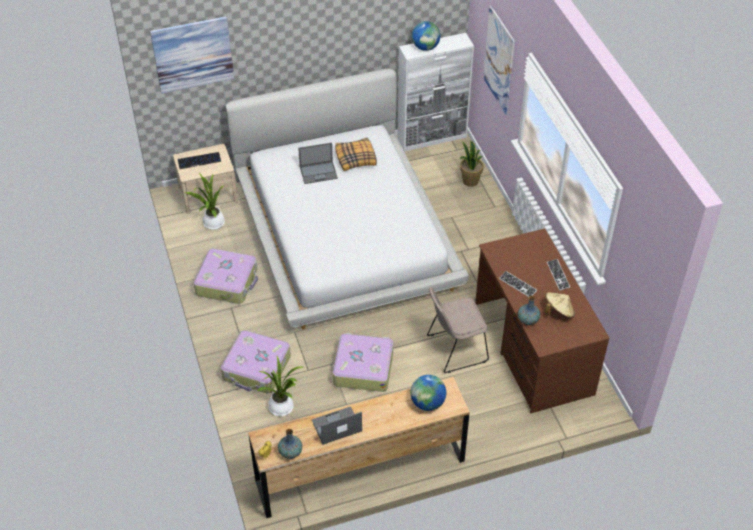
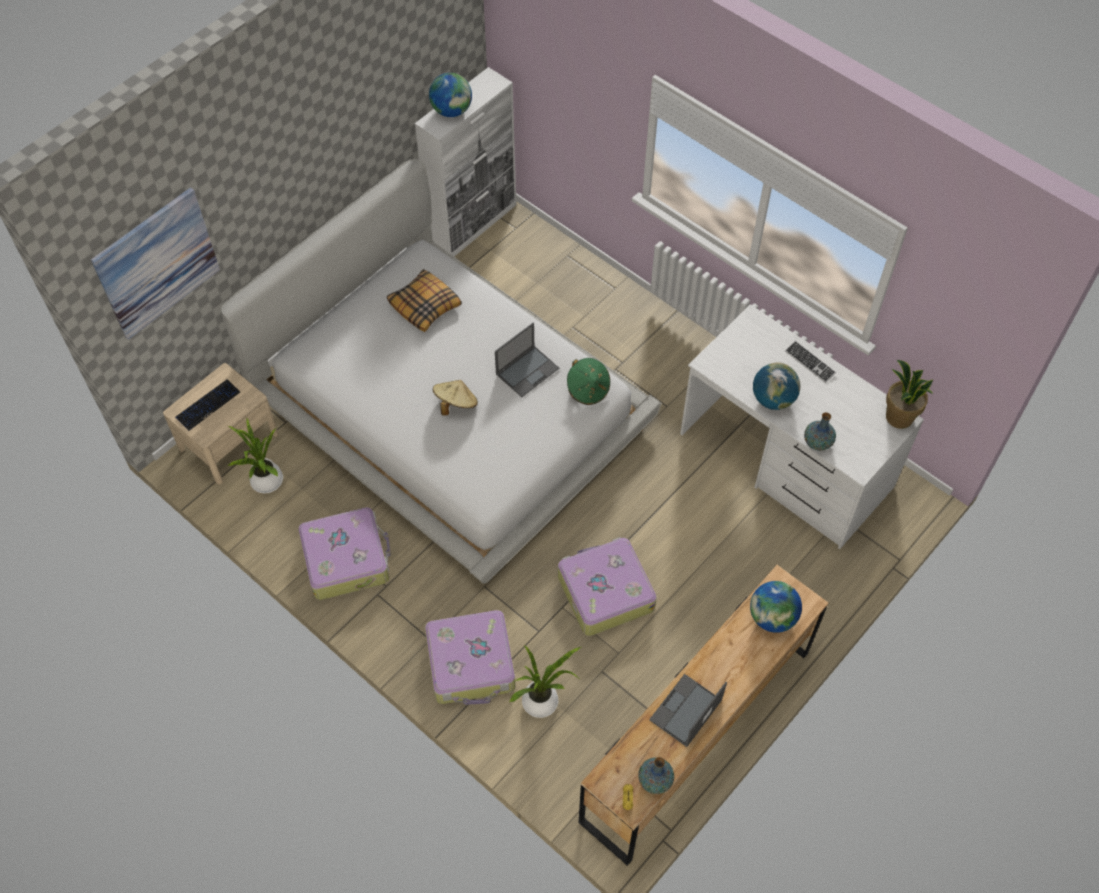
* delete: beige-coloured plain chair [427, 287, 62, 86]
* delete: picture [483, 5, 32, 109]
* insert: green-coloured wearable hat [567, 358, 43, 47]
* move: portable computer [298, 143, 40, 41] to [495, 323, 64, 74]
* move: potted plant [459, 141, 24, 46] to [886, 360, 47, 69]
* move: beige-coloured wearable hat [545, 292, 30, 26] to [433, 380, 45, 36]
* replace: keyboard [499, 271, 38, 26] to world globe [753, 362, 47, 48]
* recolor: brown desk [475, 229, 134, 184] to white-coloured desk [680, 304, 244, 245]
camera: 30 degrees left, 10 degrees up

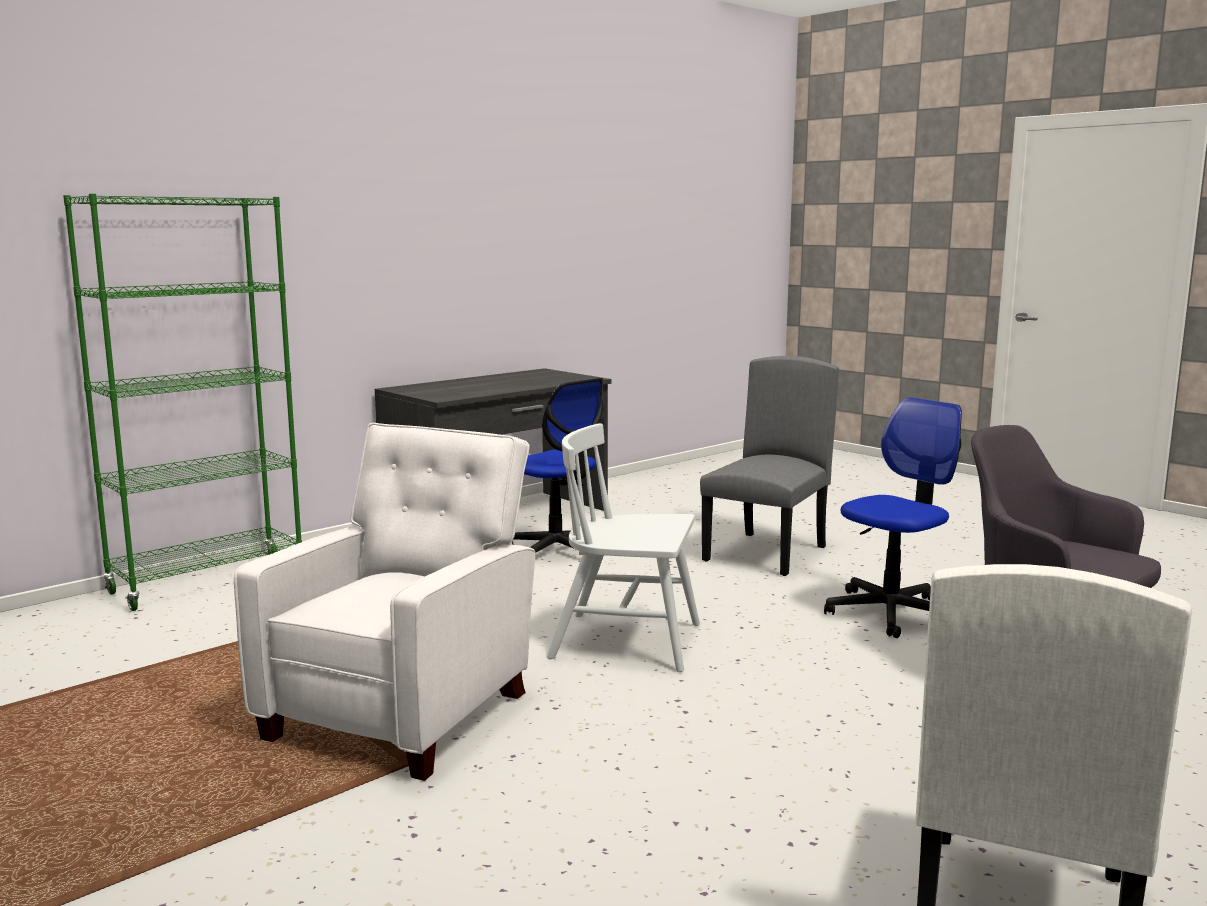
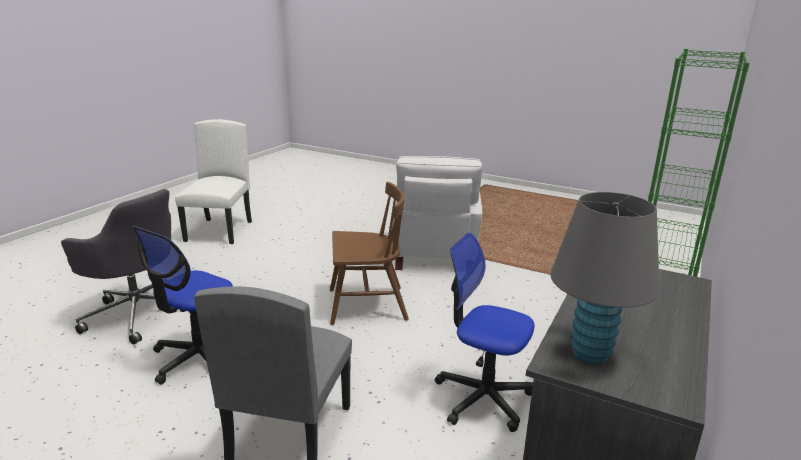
* insert: grey tabletop lamp [550, 192, 110, 173]
* recolor: white-coloured plain chair [547, 423, 153, 249] to brown plain chair [330, 182, 79, 143]
camera: 160 degrees right, 10 degrees up

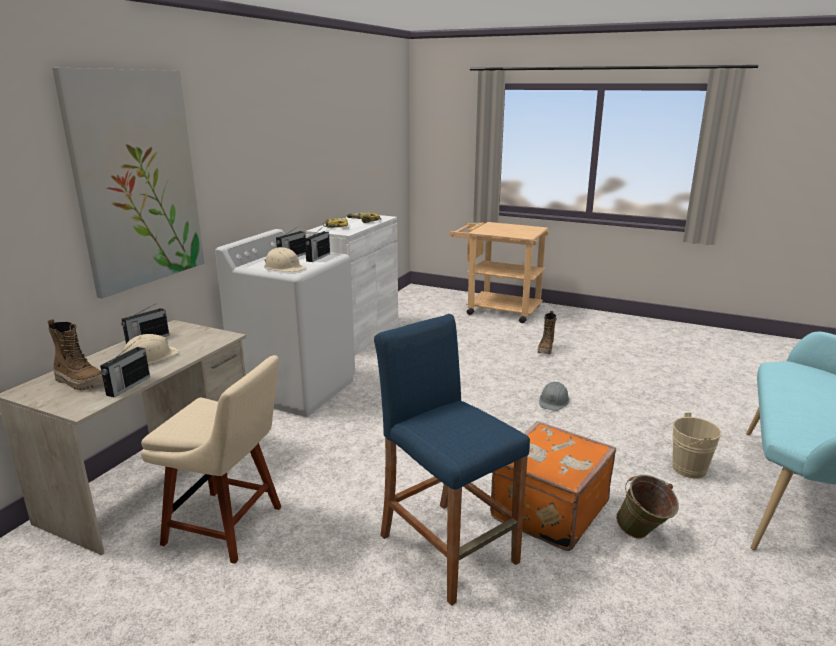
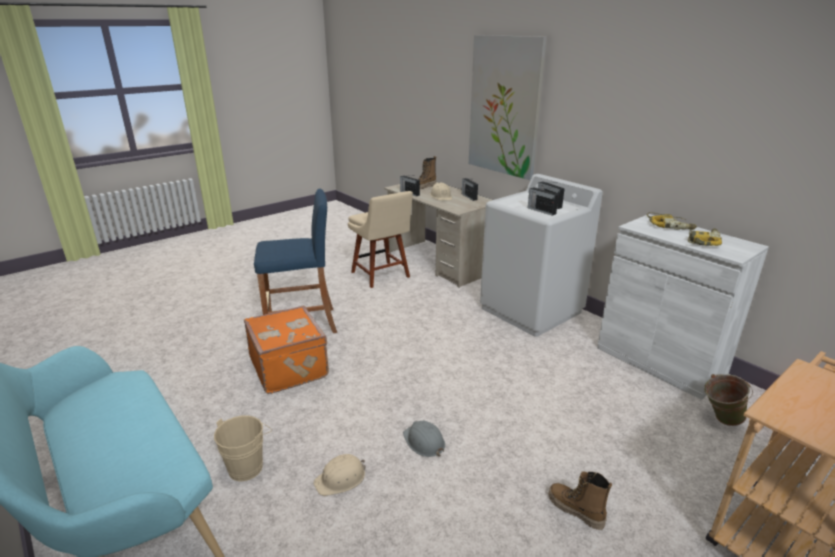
* move: beige-coloured work helmet [264, 247, 42, 25] to [313, 454, 53, 42]
* move: green-coloured water bucket [616, 475, 63, 64] to [704, 374, 49, 52]
* rotate: beige-coloured plain chair [141, 355, 140, 209] = [348, 191, 65, 97] 75 degrees counterclockwise
camera: 115 degrees right, 5 degrees up

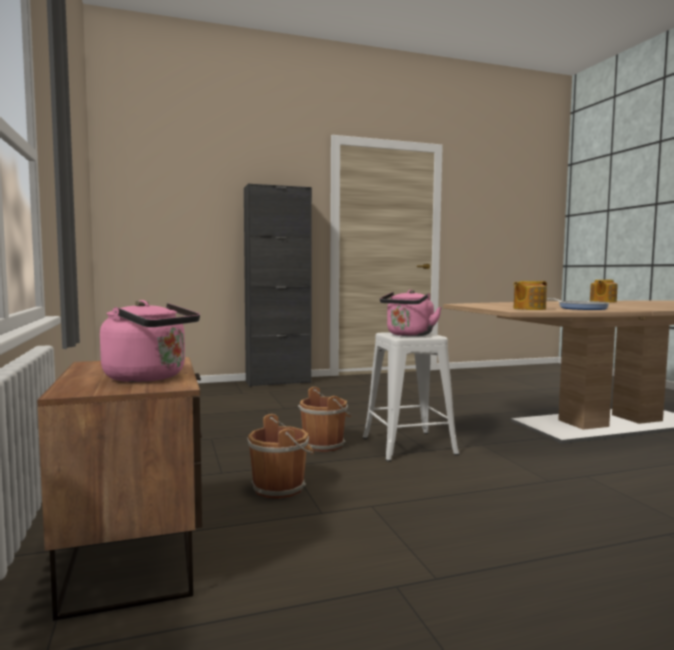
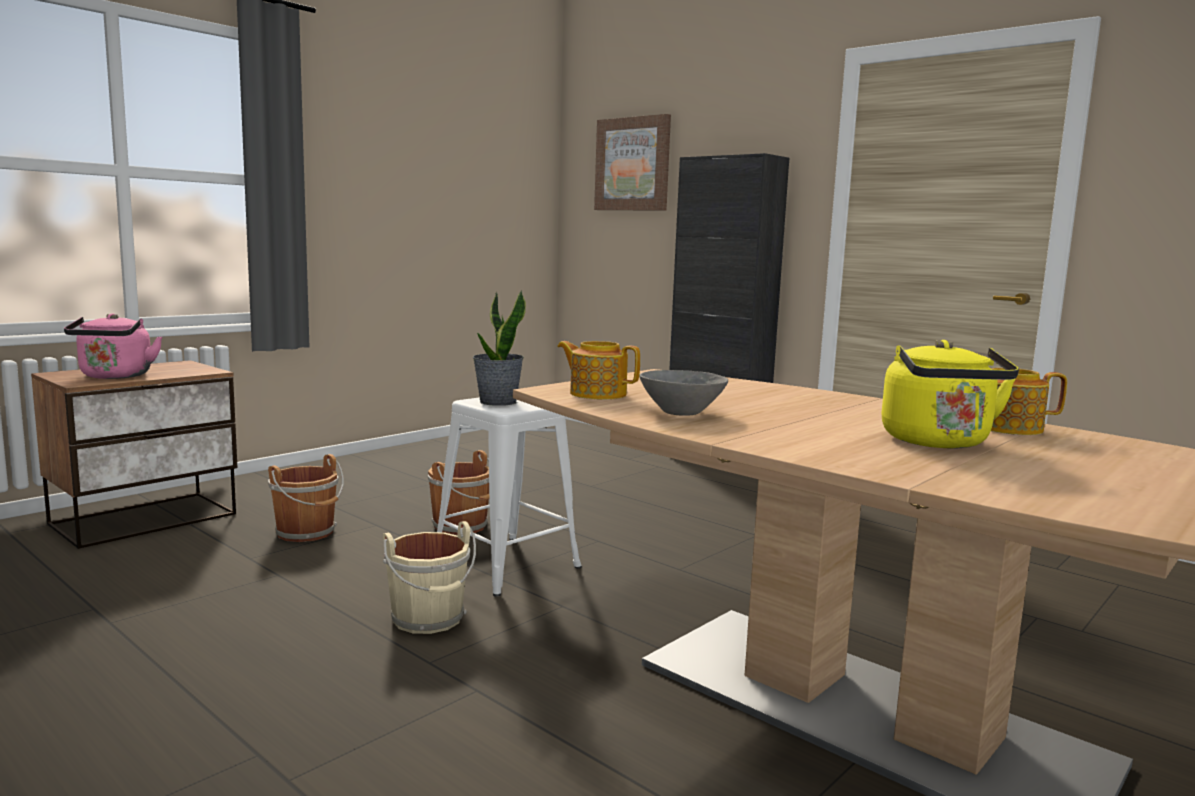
* insert: beige-coloured water bucket [383, 521, 93, 113]
* insert: picture [594, 114, 77, 97]
* insert: yellow-coloured tea kettle [881, 340, 138, 108]
* replace: pinkish tea kettle [380, 290, 62, 46] to potted plant [473, 290, 53, 116]
* replace: skillet [546, 298, 63, 12] to grey serving bowl [639, 370, 89, 46]
camera: 60 degrees right, 5 degrees up

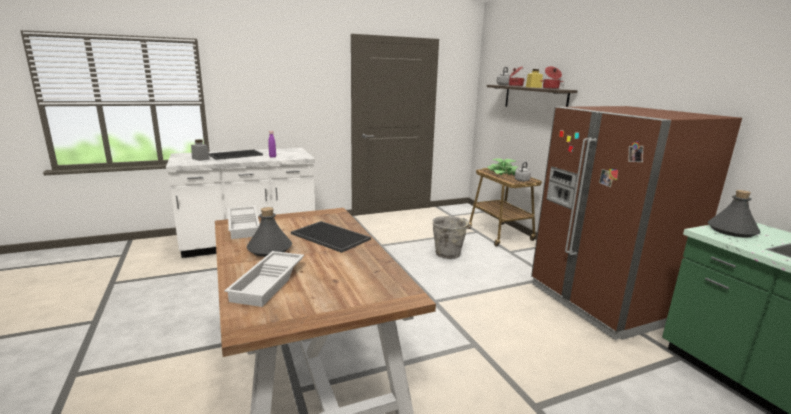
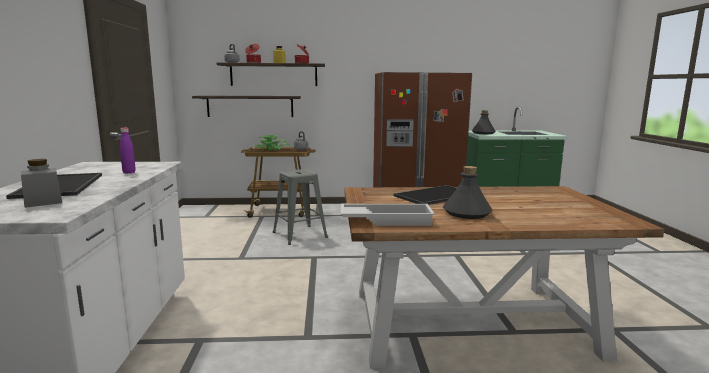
* delete: white-coloured tray [224, 251, 80, 56]
* insert: bracket shelf [192, 95, 109, 22]
* replace: grey water bucket [432, 216, 40, 43] to grey sitting stool [272, 169, 56, 76]
camera: 70 degrees left, 5 degrees down

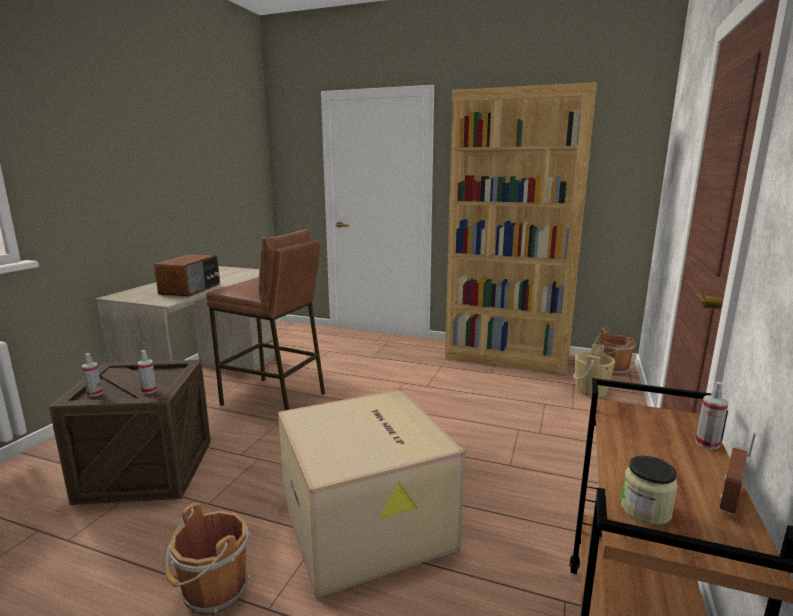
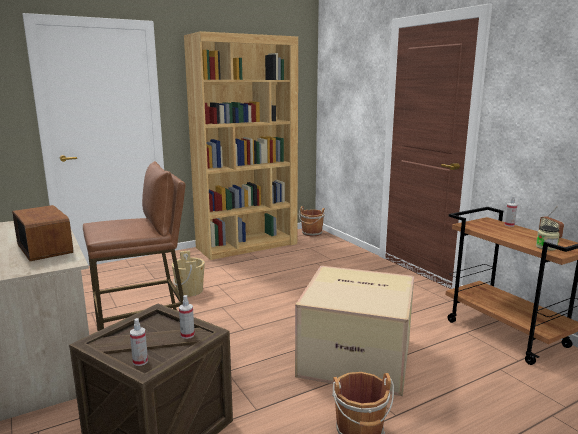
* move: beige-coloured water bucket [573, 344, 42, 53] to [172, 251, 33, 46]
camera: 50 degrees left, 0 degrees up

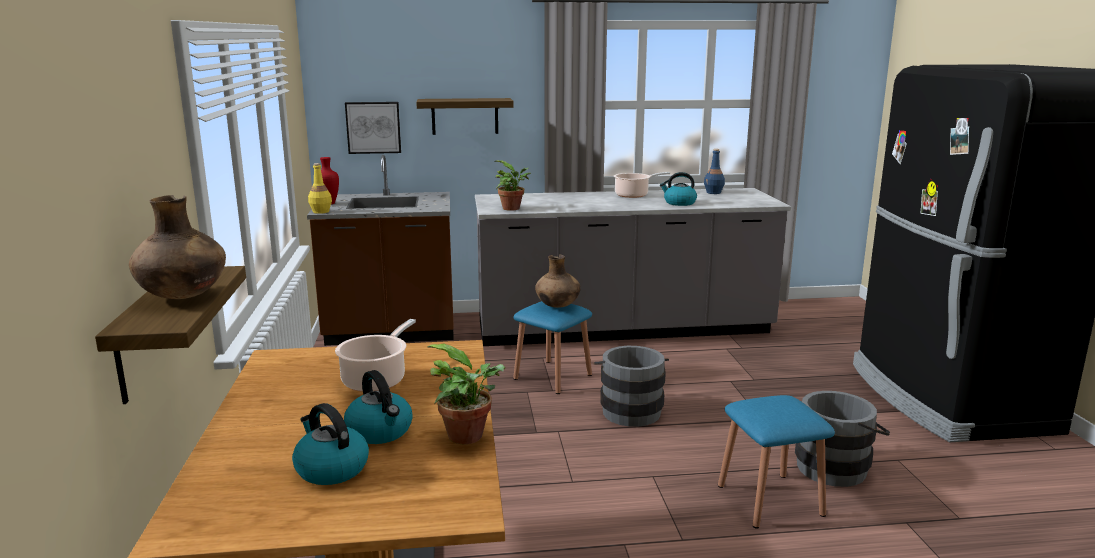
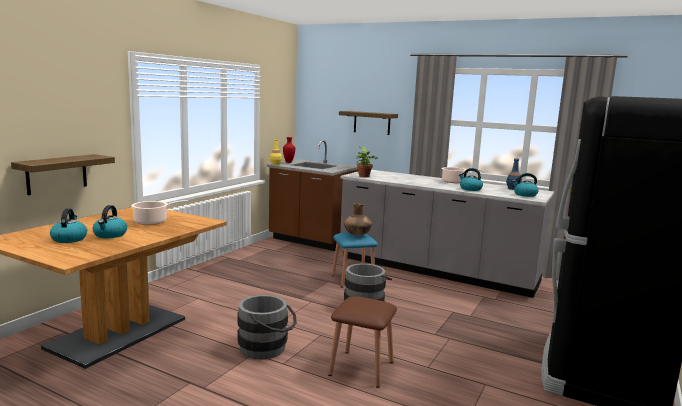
* delete: brown vase [129, 195, 97, 104]
* delete: picture [345, 102, 56, 52]
* delete: potted plant [428, 343, 77, 101]
* insert: tea kettle [512, 173, 27, 24]
* move: grey water bucket [795, 391, 95, 96] to [237, 295, 60, 65]
* recolor: blue sitting stool [718, 395, 117, 134] to brown sitting stool [328, 296, 69, 92]
camera: 35 degrees right, 5 degrees down

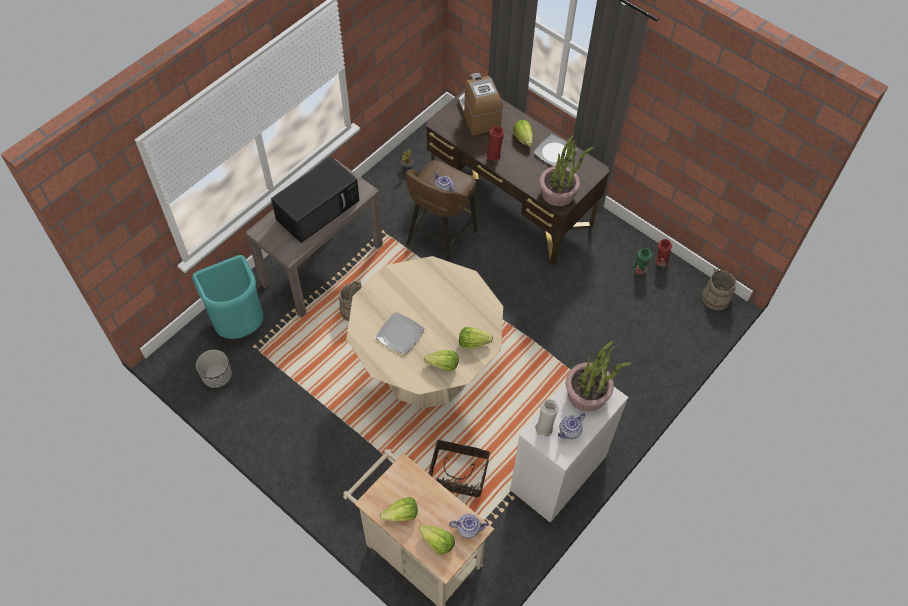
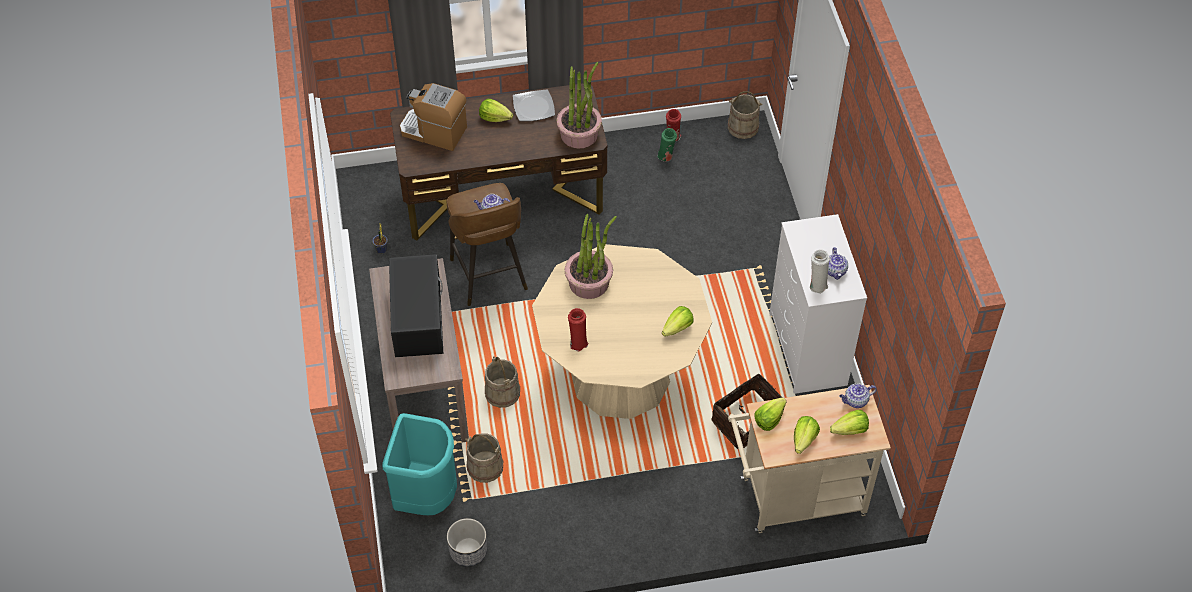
* delete: plate [376, 312, 48, 42]
* insert: beige-coloured water bucket [465, 433, 38, 50]
* move: head of lettuce [459, 327, 34, 21] to [755, 398, 32, 33]
* move: red vase [486, 126, 18, 35] to [568, 308, 20, 44]
* move: potted plant [566, 341, 65, 70] to [565, 214, 52, 85]
* rotate: tea pot [449, 514, 40, 24] = [839, 383, 38, 25] 150 degrees counterclockwise
camera: 50 degrees left, 5 degrees down

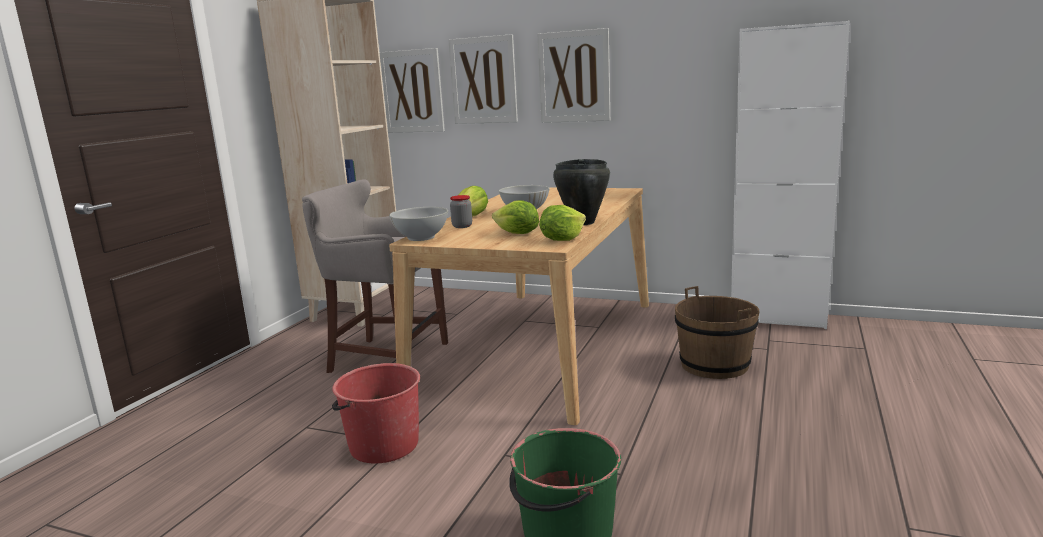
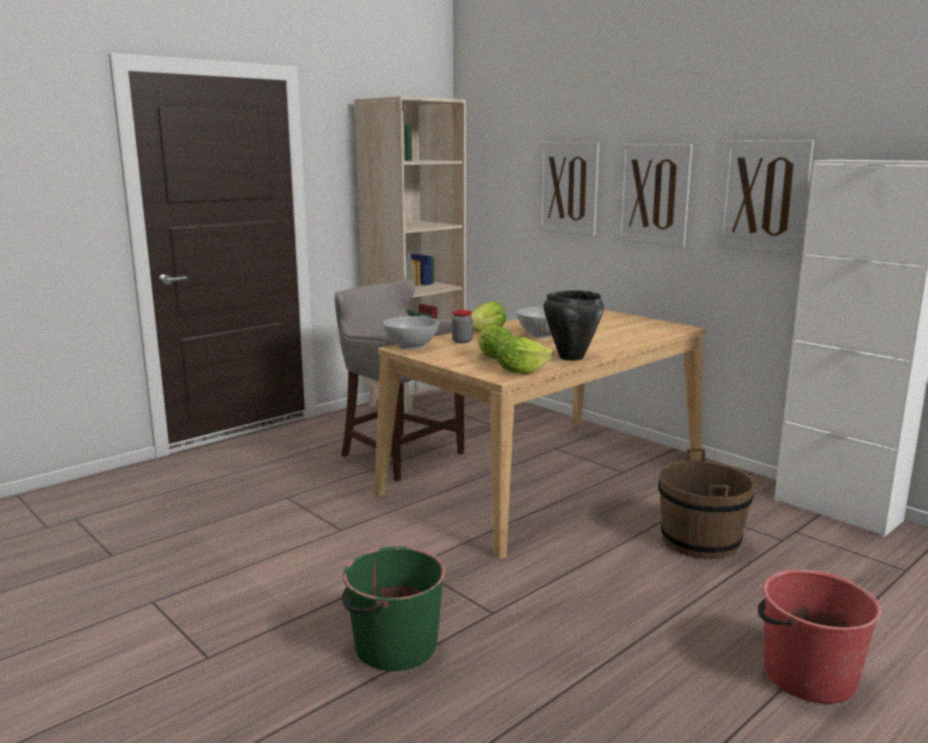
* move: red water bucket [332, 363, 88, 101] to [758, 569, 123, 135]
* move: picture [379, 48, 66, 85] to [716, 140, 98, 115]
camera: 25 degrees right, 0 degrees up

